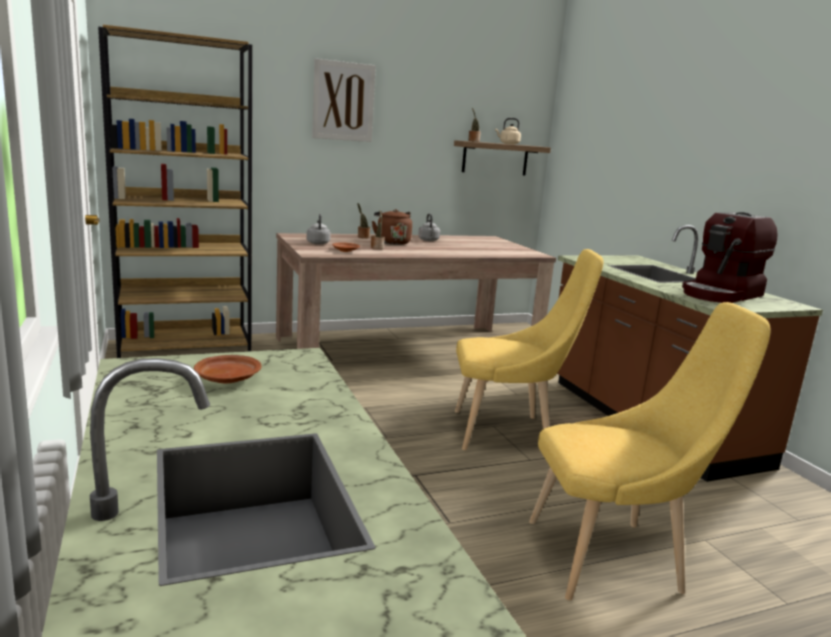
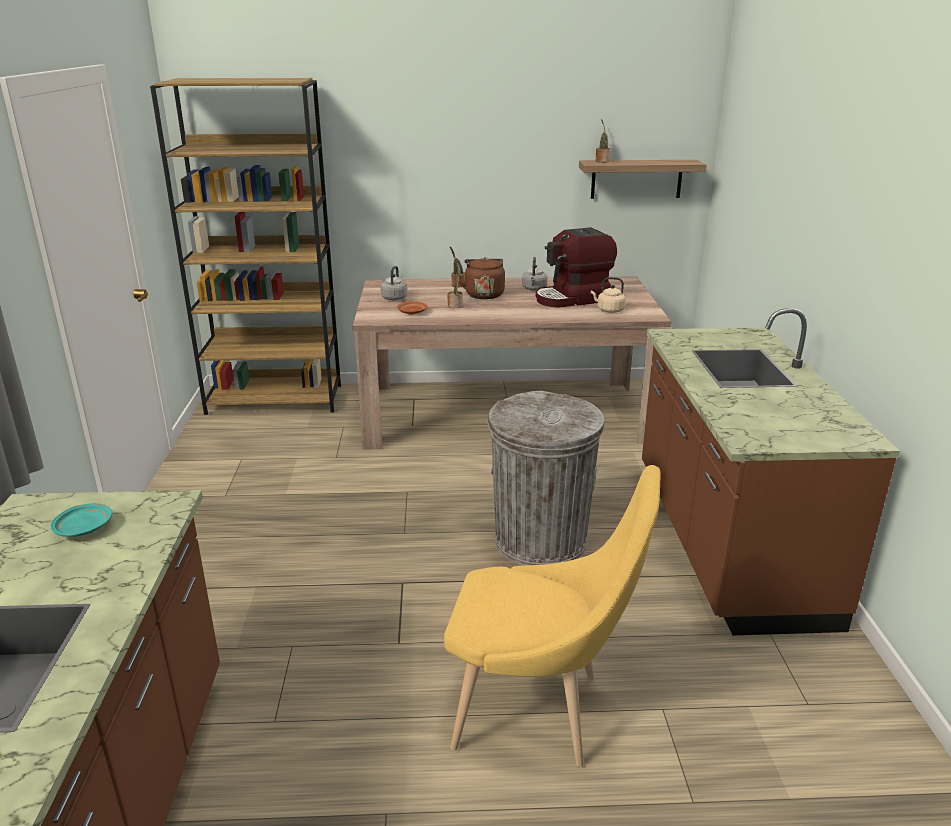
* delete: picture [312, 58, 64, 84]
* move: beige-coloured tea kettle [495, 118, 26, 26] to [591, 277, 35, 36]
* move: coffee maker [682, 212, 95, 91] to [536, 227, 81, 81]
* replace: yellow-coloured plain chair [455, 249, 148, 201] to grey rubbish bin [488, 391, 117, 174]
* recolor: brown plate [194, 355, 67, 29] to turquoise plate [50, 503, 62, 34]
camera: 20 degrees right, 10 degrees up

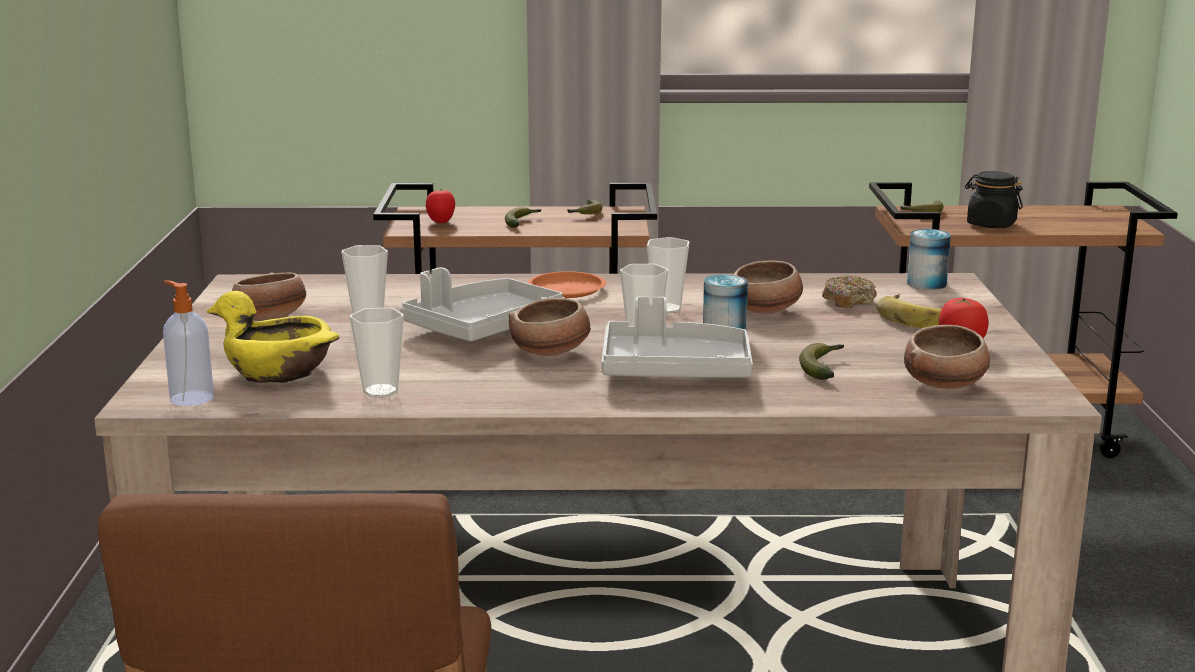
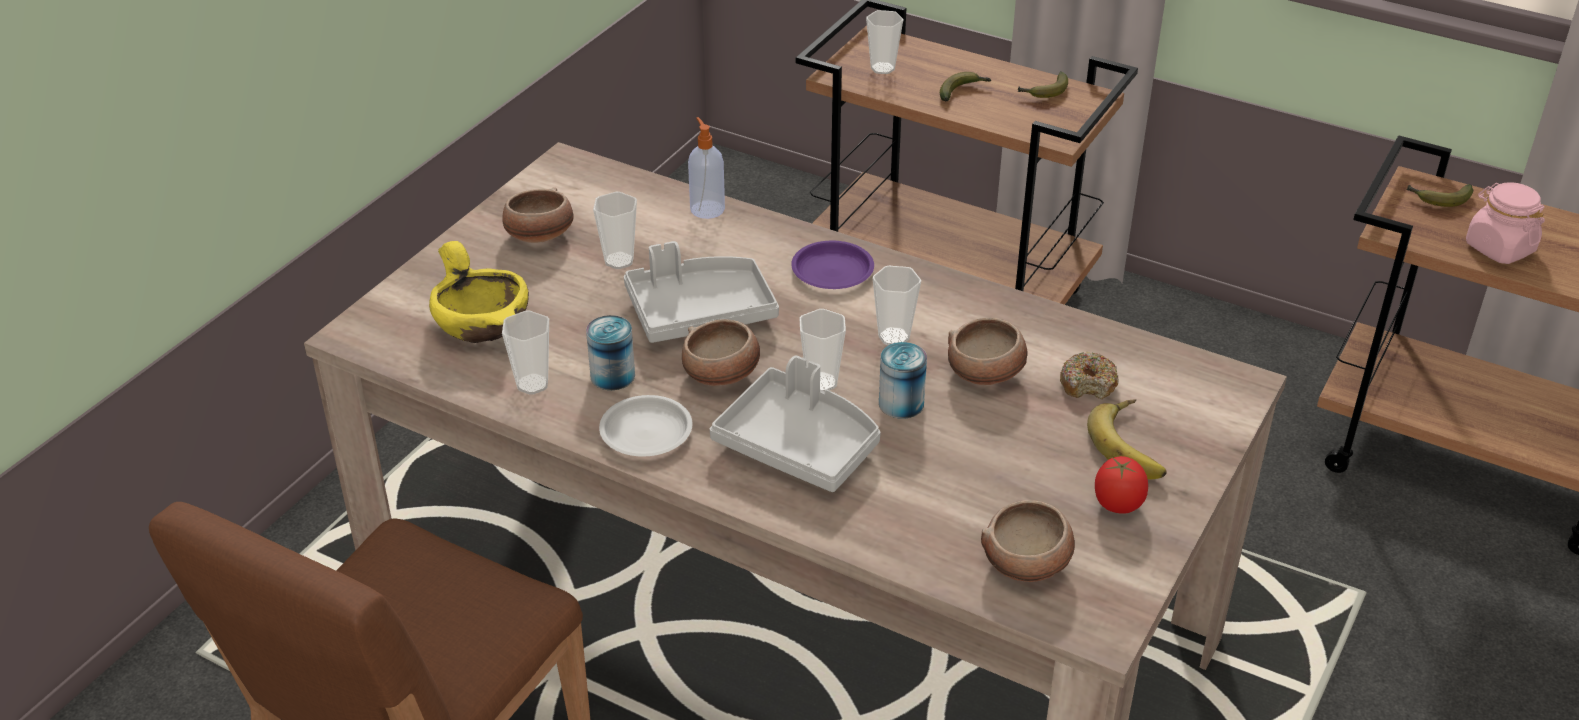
* delete: whole banana [799, 343, 45, 37]
* insert: white-coloured plate [599, 395, 94, 62]
* move: liquid soap bottle [163, 280, 51, 126] to [688, 117, 37, 102]
* move: sealed can [907, 229, 44, 61] to [586, 315, 49, 75]
* replace: tomato [426, 189, 29, 34] to small cup [866, 10, 38, 64]
* recolor: orange plate [528, 271, 78, 27] to purplish plate [791, 241, 83, 48]
* recolor: black-coloured jar [965, 171, 58, 57] to pinkish jar [1466, 182, 79, 82]
camera: 30 degrees right, 20 degrees up

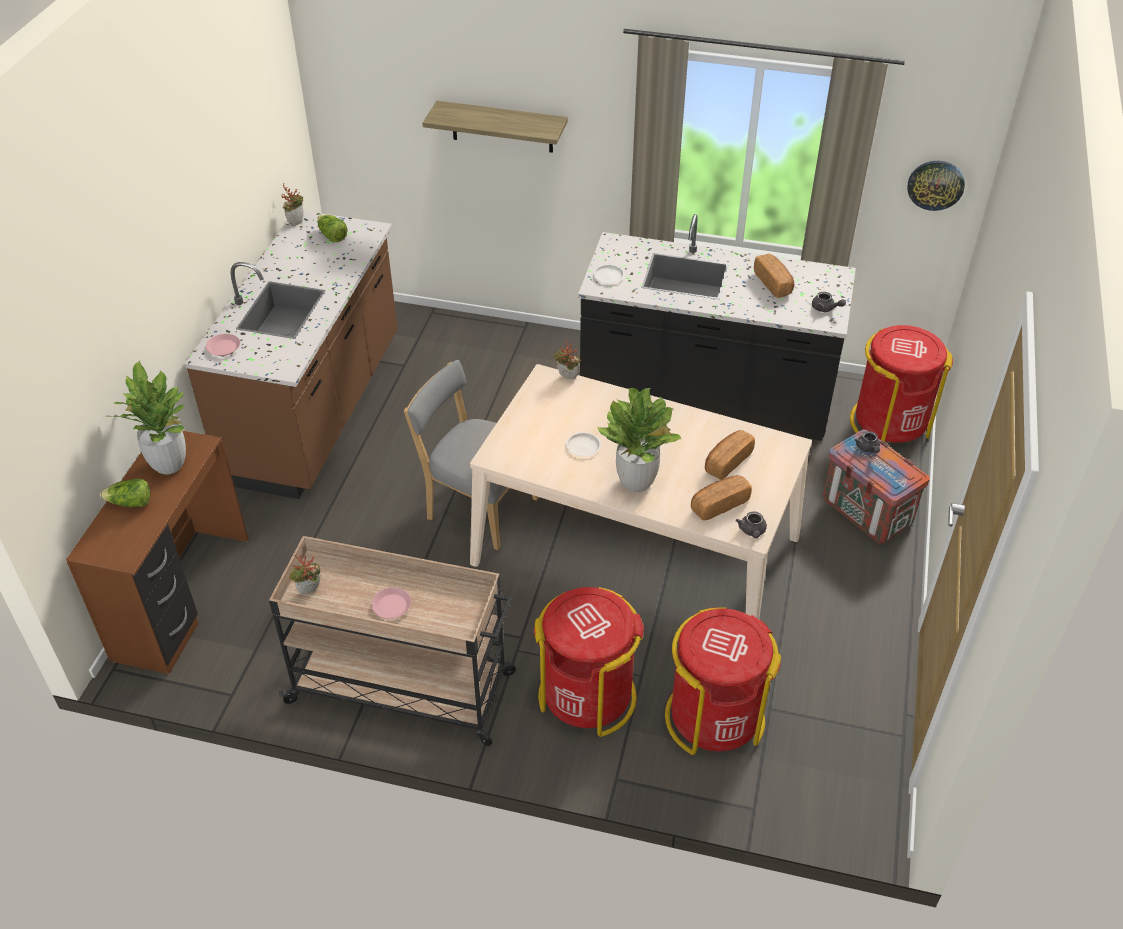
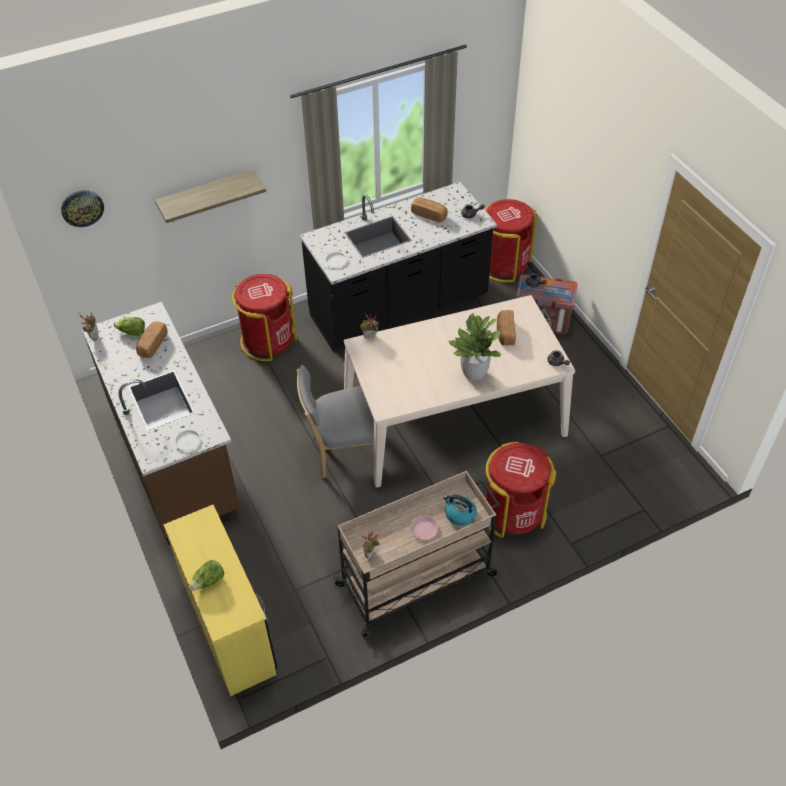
* delete: potted plant [111, 361, 75, 113]
* delete: pinkish plate [206, 334, 34, 22]
* insert: tea kettle [443, 494, 34, 32]
* move: white-coloured plate [566, 432, 35, 25] to [174, 429, 27, 21]
* move: red rubbish bin [665, 607, 116, 148] to [232, 274, 65, 87]
* move: bread [691, 475, 61, 46] to [136, 321, 32, 37]
* move: clock on the wall [907, 161, 58, 50] to [61, 190, 43, 37]
* recolor: brown desk [66, 431, 183, 243] to yellow-coloured desk [164, 505, 114, 191]
camera: 40 degrees left, 5 degrees up

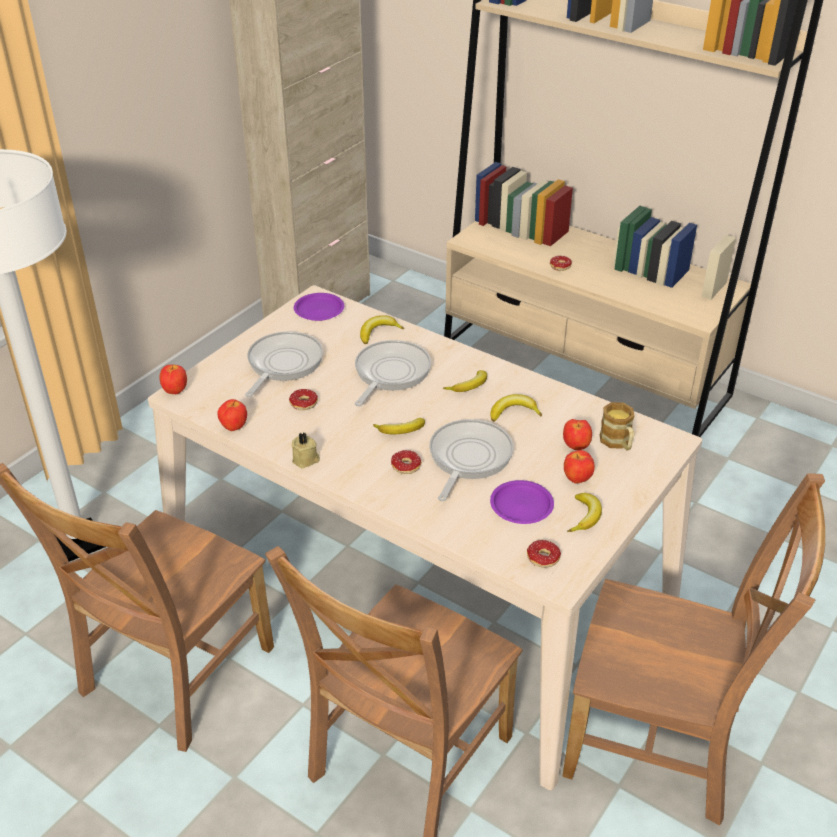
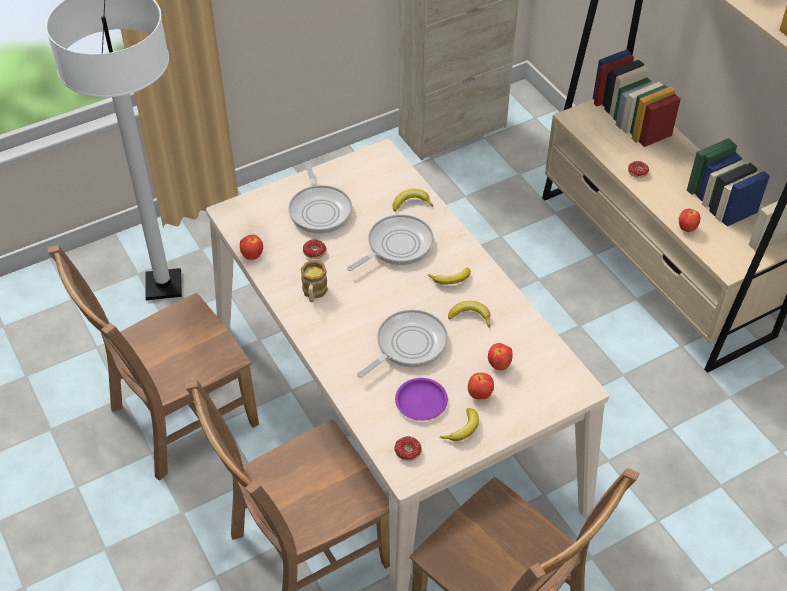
* delete: beige-coloured candle [292, 433, 28, 35]
* delete: purplish plate [294, 293, 50, 28]
* delete: whole banana [373, 418, 52, 16]
* delete: doughnut [391, 450, 31, 24]
* move: apple fruit [160, 365, 27, 29] to [679, 209, 21, 23]
* move: tea mug [600, 402, 34, 48] to [301, 260, 27, 42]
* rotate: skillet [245, 331, 78, 66] = [288, 162, 64, 72] 120 degrees clockwise
camera: 25 degrees right, 10 degrees up

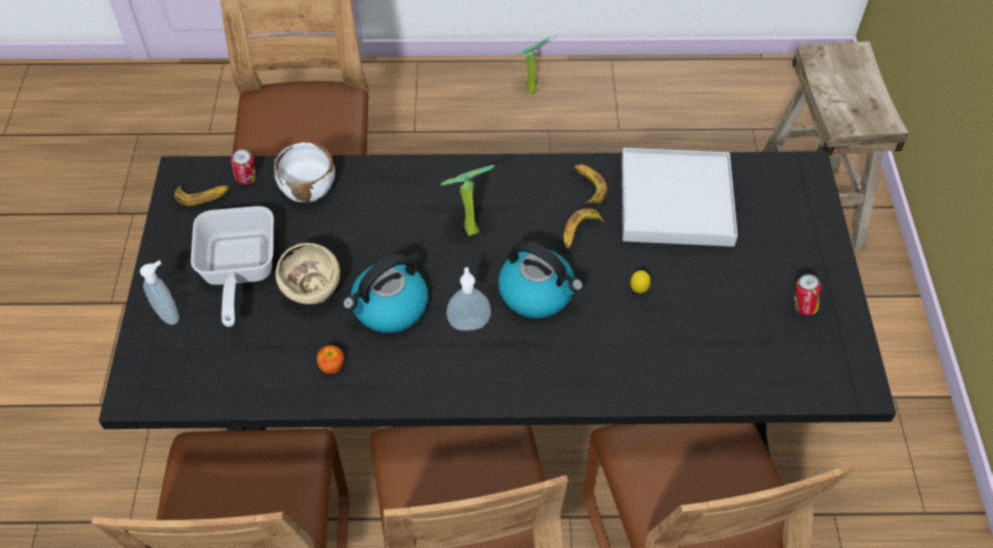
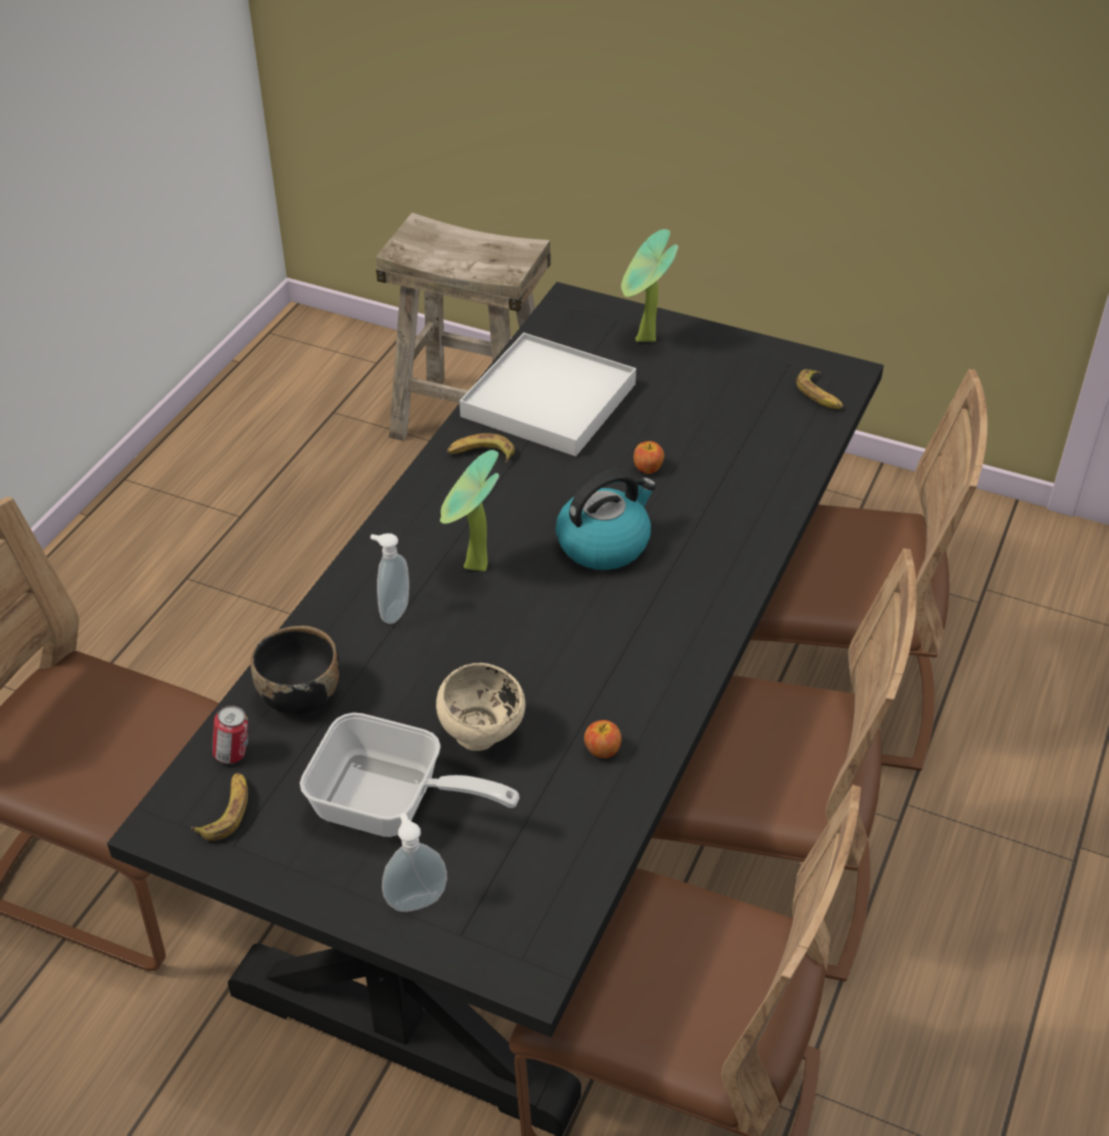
* delete: tea kettle [343, 254, 85, 79]
* delete: sealed can [794, 274, 27, 41]
* move: liquid soap bottle [446, 267, 45, 64] to [370, 533, 39, 91]
* move: potted plant [513, 37, 37, 57] to [621, 229, 57, 113]
* move: whole banana [563, 208, 42, 41] to [796, 369, 47, 40]
* replace: lemon [630, 270, 21, 23] to apple fruit [634, 441, 30, 33]
* recolor: white-coloured serving bowl [274, 142, 61, 60] to black-coloured serving bowl [251, 626, 89, 88]
camera: 65 degrees left, 10 degrees down

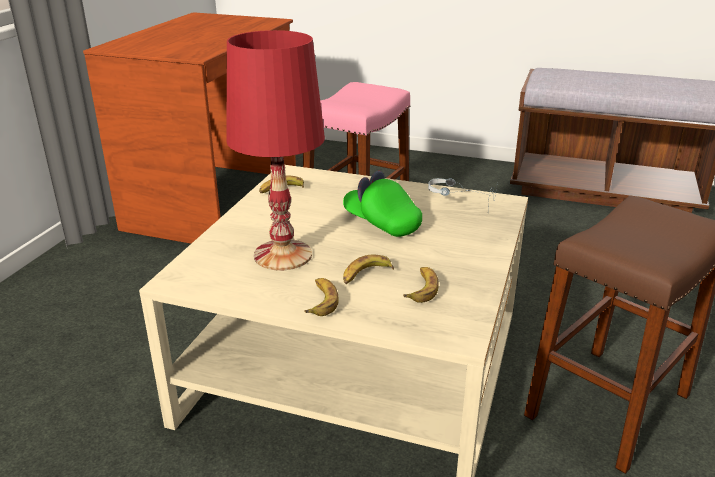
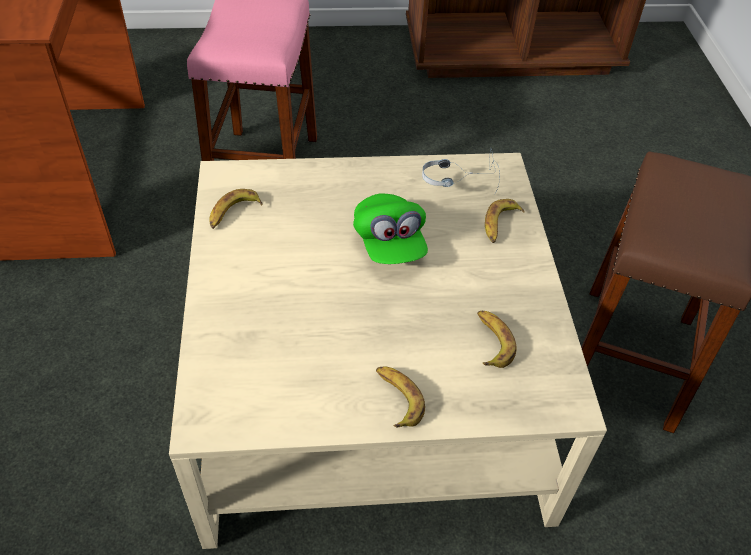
* delete: red tabletop lamp [227, 30, 98, 241]
* move: whole banana [343, 255, 51, 29] to [485, 199, 40, 44]
* rotate: green-coloured peaked cap [343, 171, 79, 66] = [353, 194, 75, 70] 120 degrees counterclockwise
camera: 25 degrees left, 20 degrees up

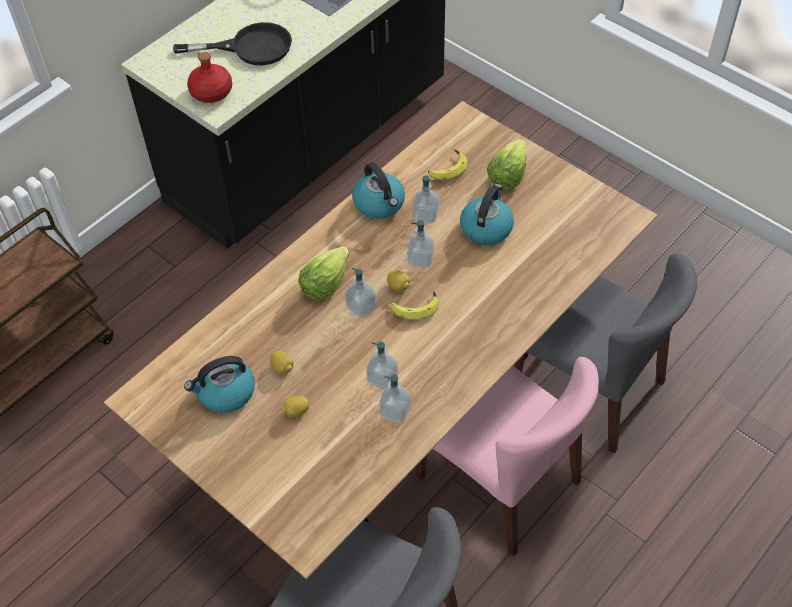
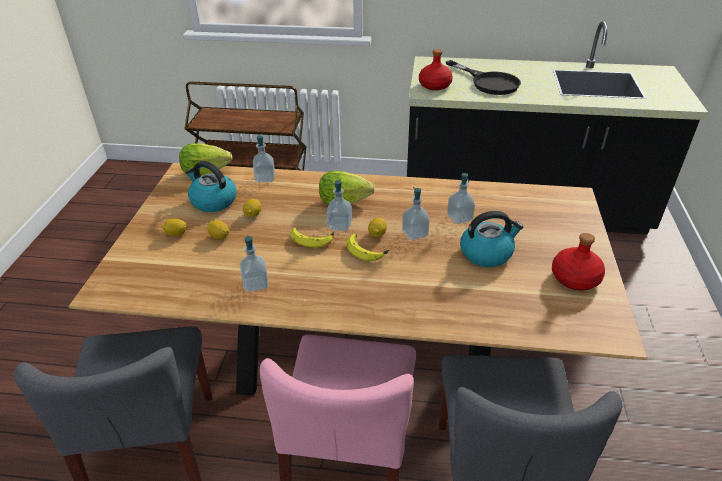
* delete: tea kettle [352, 162, 53, 57]
* insert: lemon [162, 219, 25, 17]
* insert: red bottle [552, 233, 53, 58]
* move: liquid soap bottle [366, 342, 32, 48] to [253, 135, 22, 47]
* move: whole banana [428, 149, 40, 31] to [290, 227, 45, 21]
* move: head of lettuce [487, 139, 39, 51] to [179, 143, 53, 32]
camera: 55 degrees right, 15 degrees down

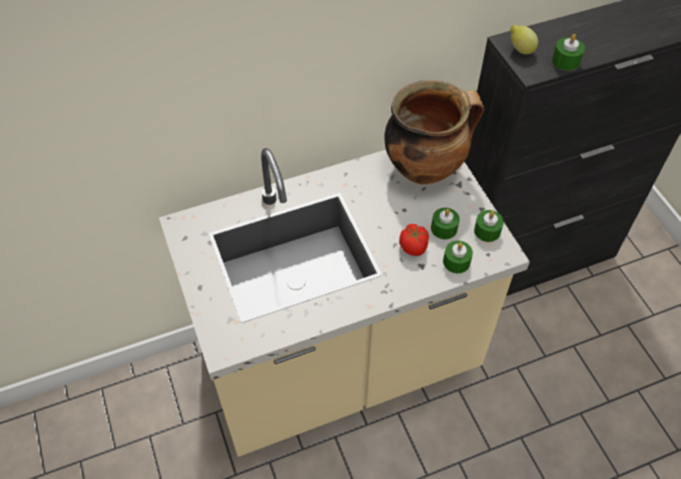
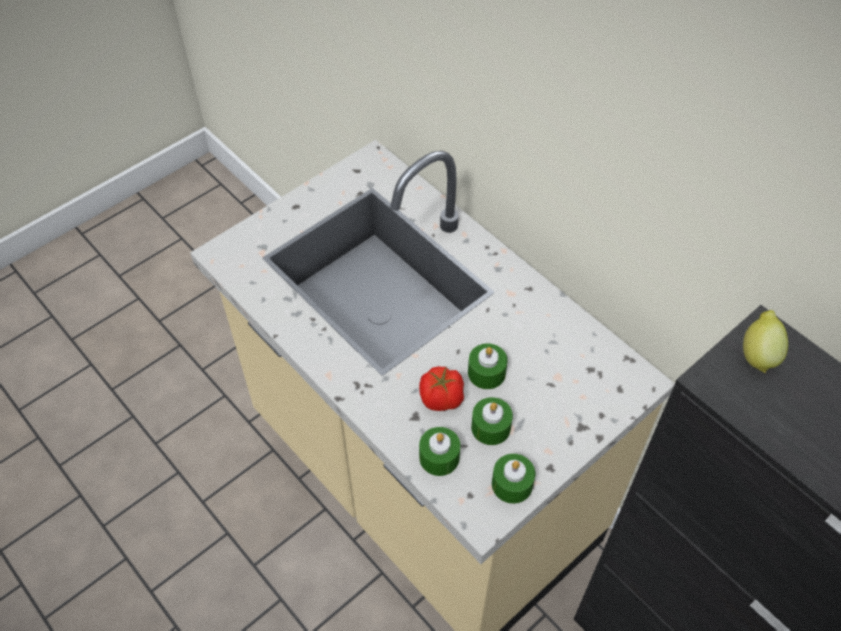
* delete: stockpot [384, 80, 100, 104]
* move: green-coloured candle [552, 34, 33, 37] to [468, 343, 40, 46]
camera: 70 degrees right, 0 degrees up

